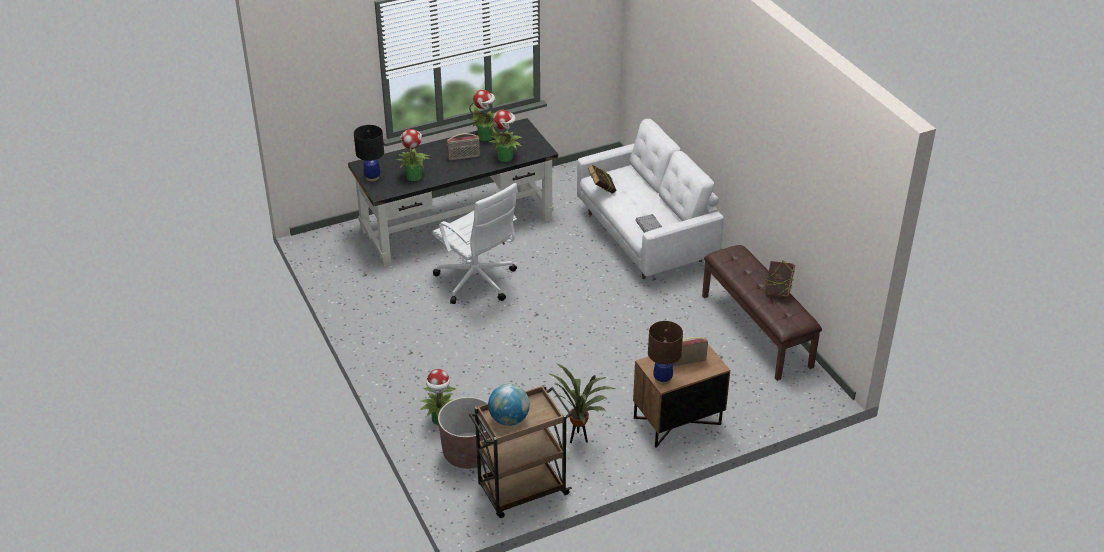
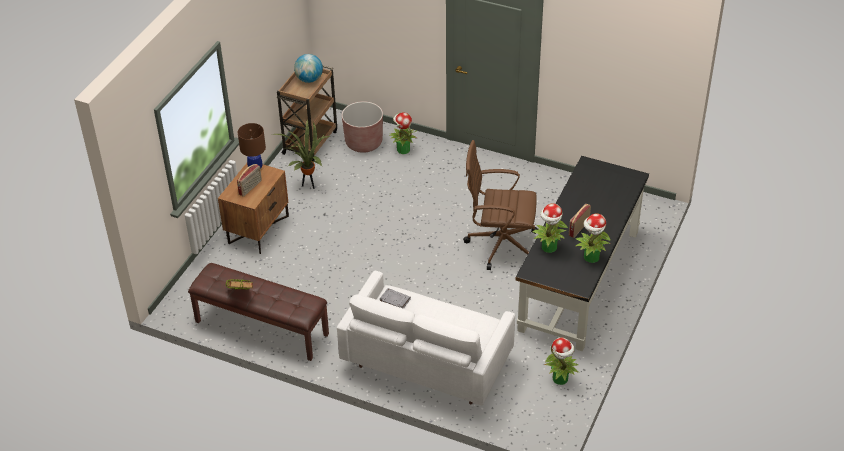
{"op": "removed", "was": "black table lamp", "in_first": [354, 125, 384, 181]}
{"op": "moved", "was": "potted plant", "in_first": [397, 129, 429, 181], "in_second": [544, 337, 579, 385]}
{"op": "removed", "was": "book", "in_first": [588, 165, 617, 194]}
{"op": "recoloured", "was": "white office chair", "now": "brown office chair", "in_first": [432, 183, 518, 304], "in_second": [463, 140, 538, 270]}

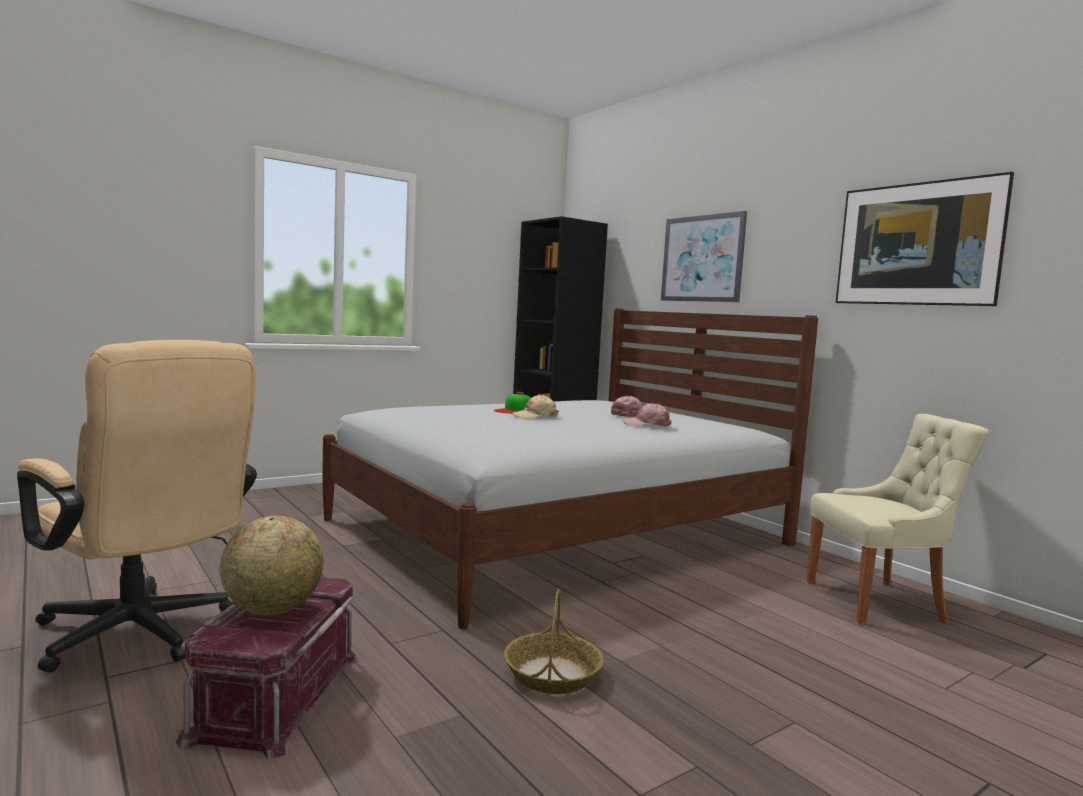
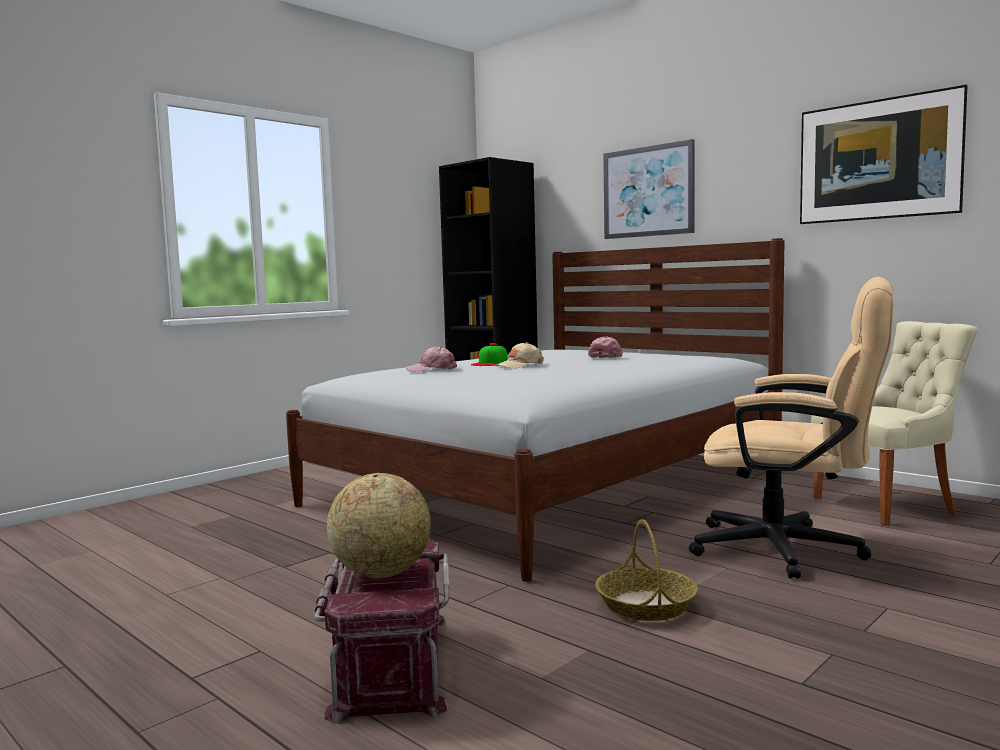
{"op": "moved", "was": "beige office chair", "in_first": [17, 340, 257, 673], "in_second": [689, 277, 894, 579]}
{"op": "moved", "was": "pink cap", "in_first": [623, 403, 671, 427], "in_second": [405, 346, 457, 372]}

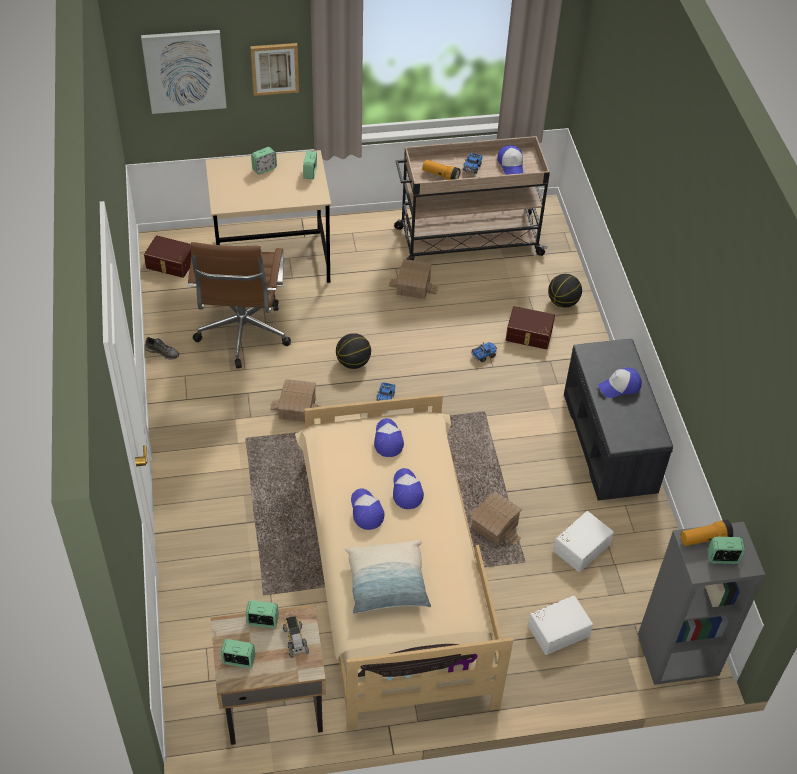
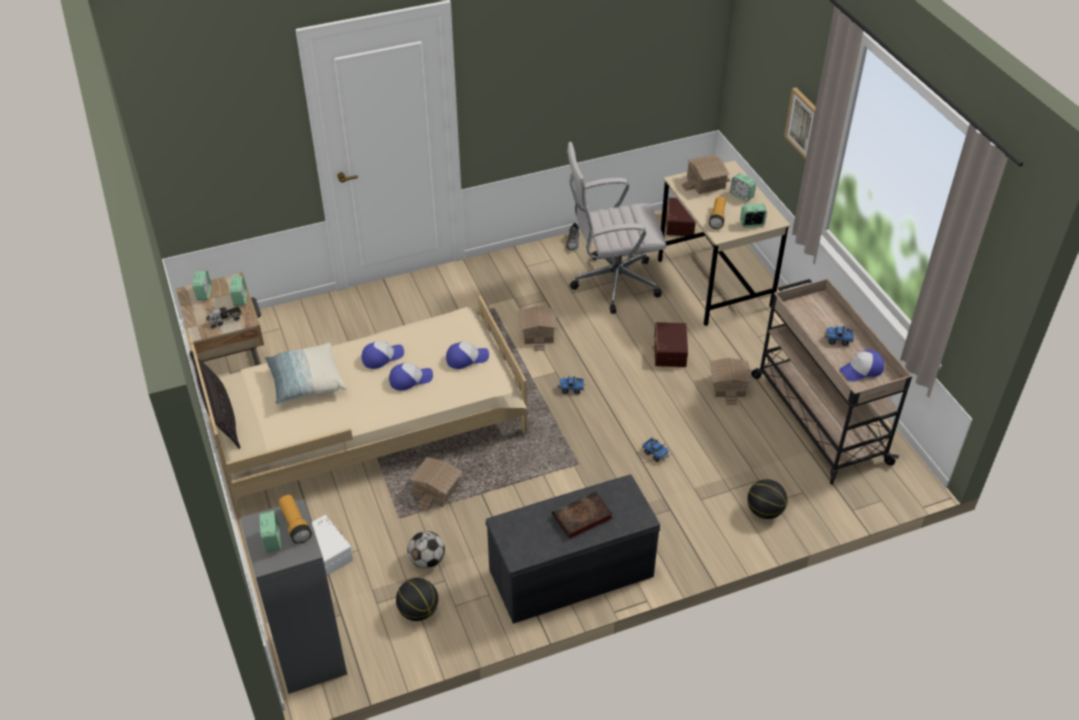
{"op": "removed", "was": "picture", "in_first": [141, 30, 227, 114]}
{"op": "moved", "was": "flashlight", "in_first": [422, 159, 461, 180], "in_second": [709, 197, 726, 229]}
{"op": "recoloured", "was": "brown office chair", "now": "white office chair", "in_first": [188, 242, 291, 369], "in_second": [567, 142, 666, 314]}
{"op": "moved", "was": "brown storage box", "in_first": [506, 306, 555, 349], "in_second": [652, 322, 688, 367]}
{"op": "moved", "was": "basketball", "in_first": [336, 333, 371, 369], "in_second": [396, 578, 438, 621]}
{"op": "replaced", "was": "cap", "now": "book", "in_first": [598, 367, 642, 398], "in_second": [552, 491, 613, 539]}
{"op": "replaced", "was": "white storage box", "now": "football", "in_first": [553, 511, 614, 572], "in_second": [407, 531, 445, 569]}
{"op": "added", "now": "toy house", "in_second": [682, 154, 730, 194]}

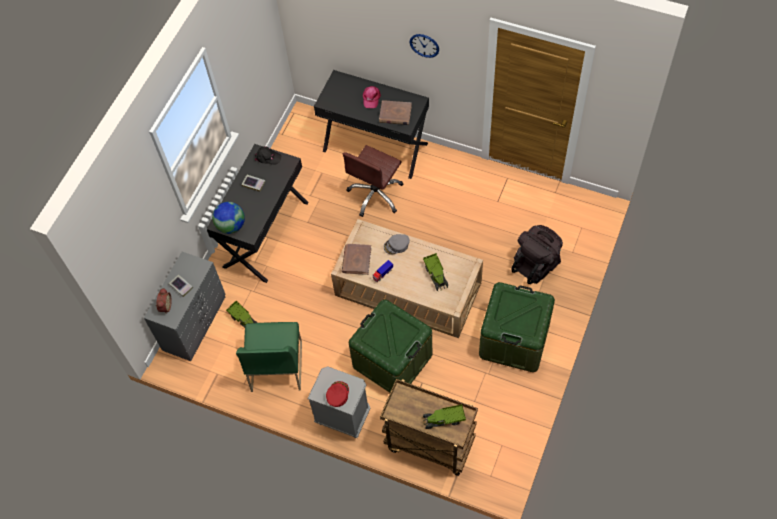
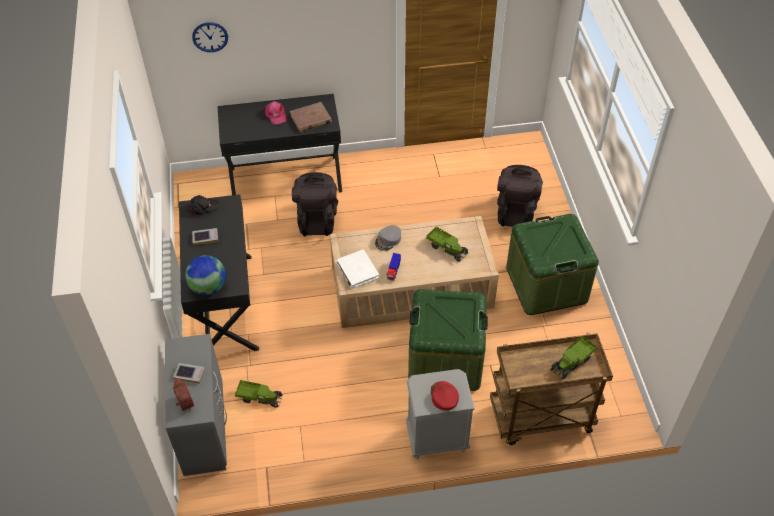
{"op": "moved", "was": "wall clock", "in_first": [409, 34, 439, 58], "in_second": [192, 22, 228, 52]}
{"op": "replaced", "was": "brown office chair", "now": "black backpack", "in_first": [343, 145, 403, 217], "in_second": [292, 172, 338, 236]}
{"op": "recoloured", "was": "brown book", "now": "white book", "in_first": [342, 244, 371, 275], "in_second": [336, 249, 379, 289]}
{"op": "removed", "was": "green chair", "in_first": [236, 322, 302, 392]}

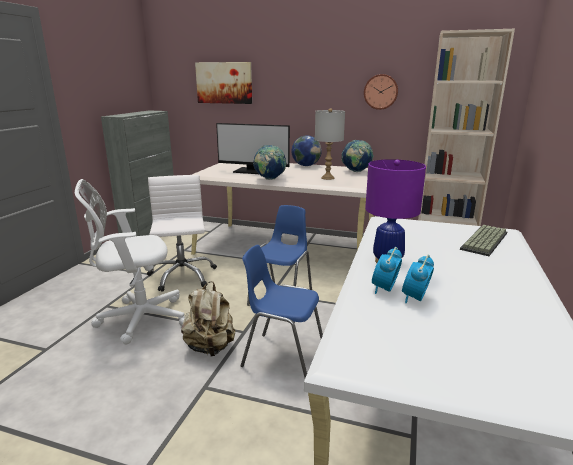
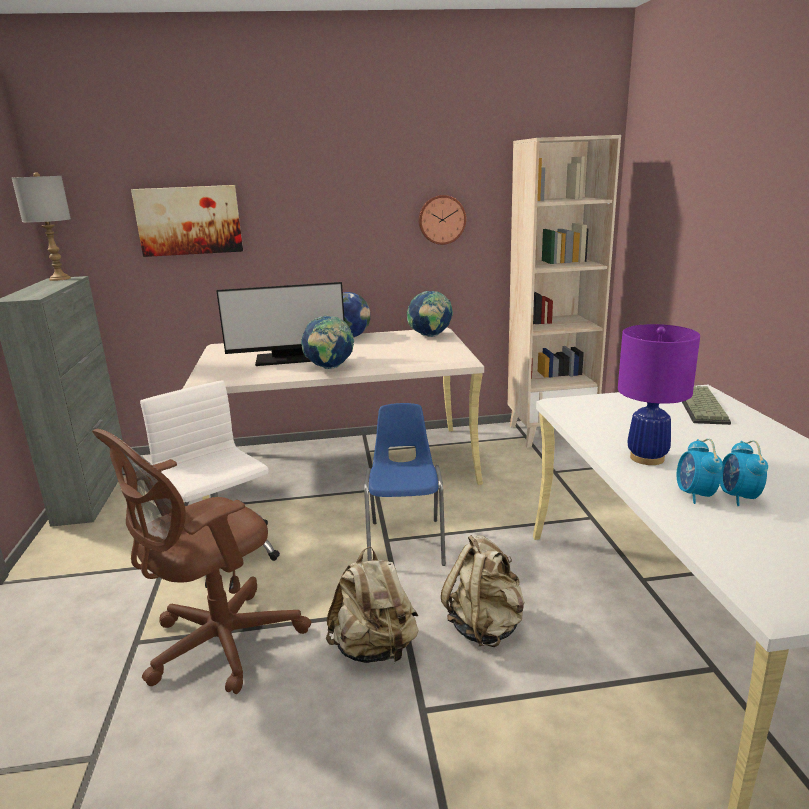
{"op": "moved", "was": "grey table lamp", "in_first": [315, 108, 345, 180], "in_second": [12, 172, 71, 281]}
{"op": "recoloured", "was": "white office chair", "now": "brown office chair", "in_first": [75, 179, 185, 345], "in_second": [92, 429, 311, 694]}
{"op": "replaced", "was": "blue chair", "now": "beige backpack", "in_first": [241, 245, 323, 378], "in_second": [441, 535, 525, 647]}

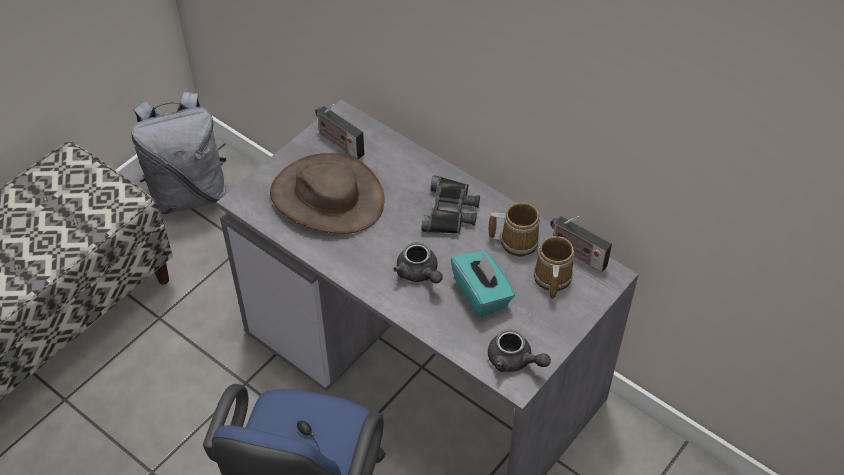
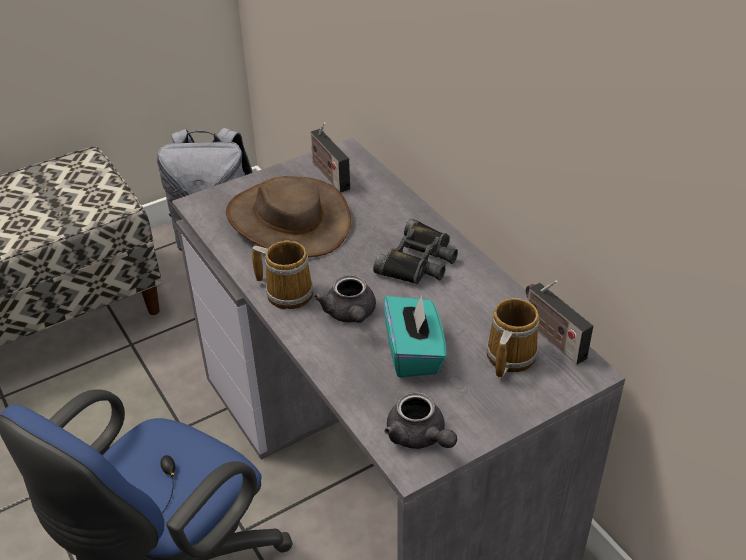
{"op": "moved", "was": "mug", "in_first": [489, 202, 540, 257], "in_second": [252, 240, 313, 309]}

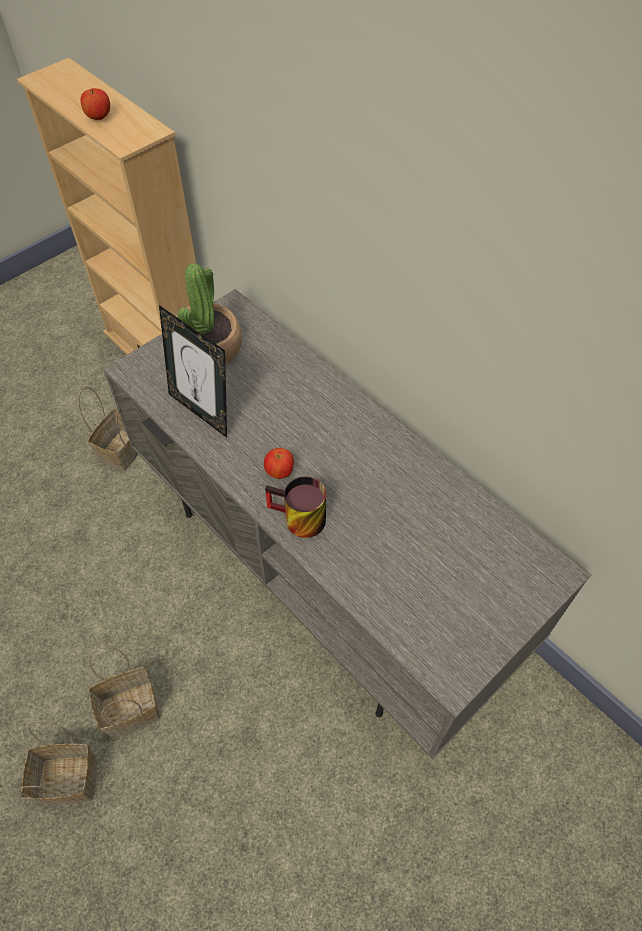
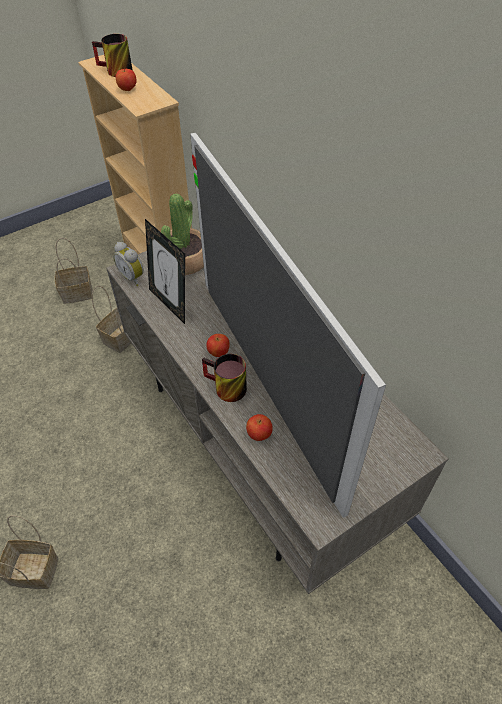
{"op": "moved", "was": "basket", "in_first": [88, 646, 161, 738], "in_second": [55, 238, 93, 304]}
{"op": "added", "now": "mug", "in_second": [92, 34, 133, 77]}
{"op": "added", "now": "television", "in_second": [190, 132, 386, 518]}
{"op": "added", "now": "alarm clock", "in_second": [113, 242, 144, 286]}
{"op": "added", "now": "apple", "in_second": [246, 414, 273, 441]}

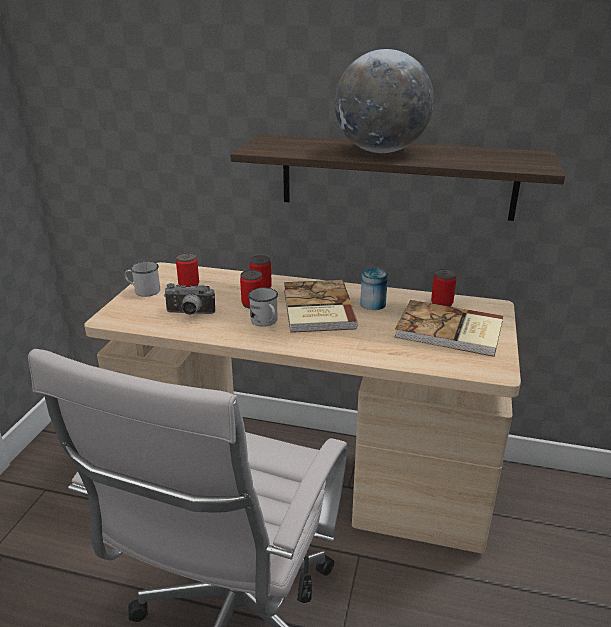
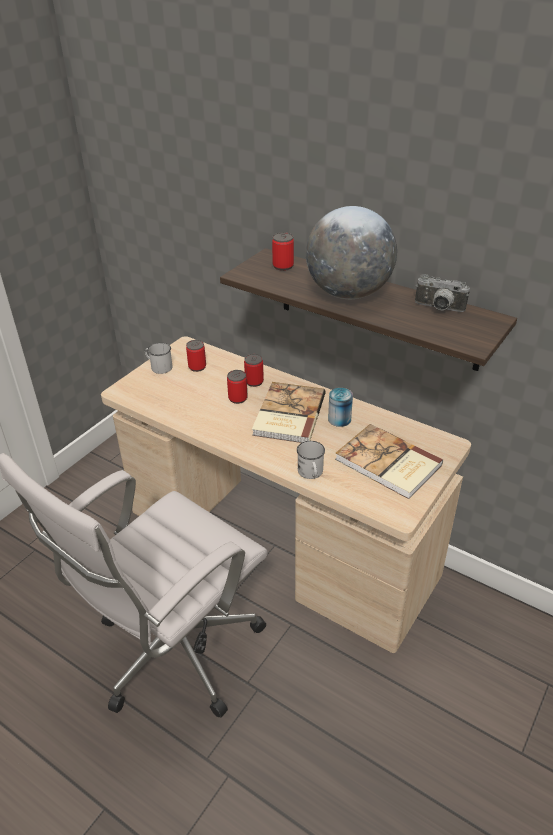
{"op": "moved", "was": "can", "in_first": [431, 269, 457, 306], "in_second": [272, 232, 294, 271]}
{"op": "moved", "was": "photo camera", "in_first": [164, 283, 215, 315], "in_second": [415, 274, 470, 312]}
{"op": "moved", "was": "white mug", "in_first": [248, 288, 278, 327], "in_second": [297, 441, 325, 479]}

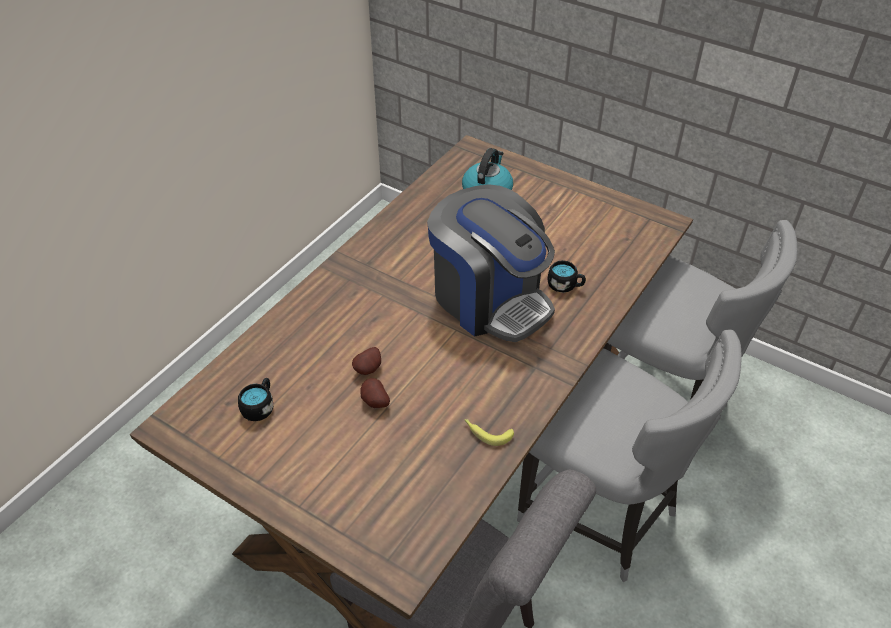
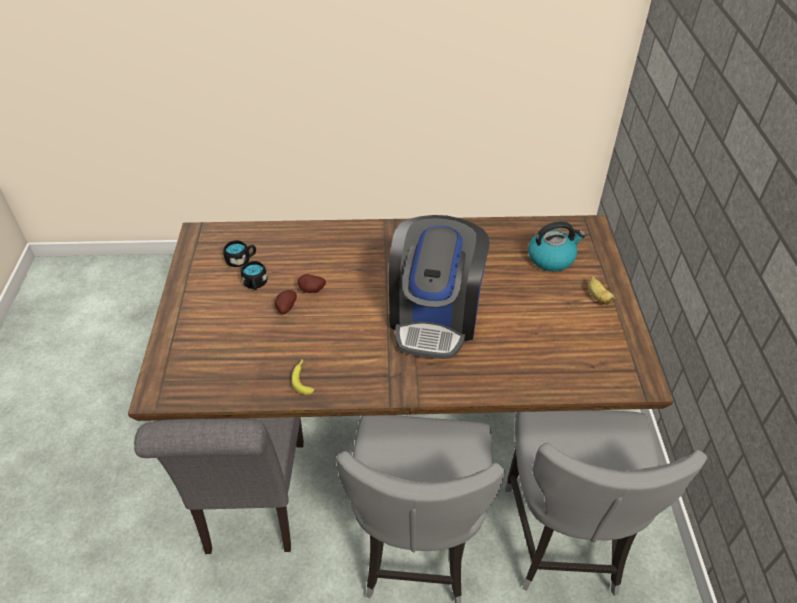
{"op": "moved", "was": "black mug", "in_first": [548, 260, 586, 293], "in_second": [241, 261, 268, 290]}
{"op": "added", "now": "banana", "in_second": [589, 276, 616, 305]}

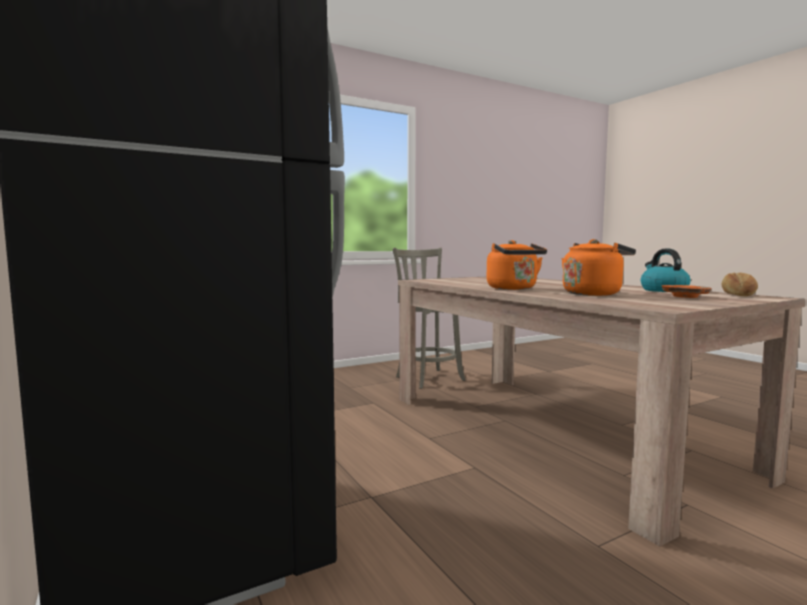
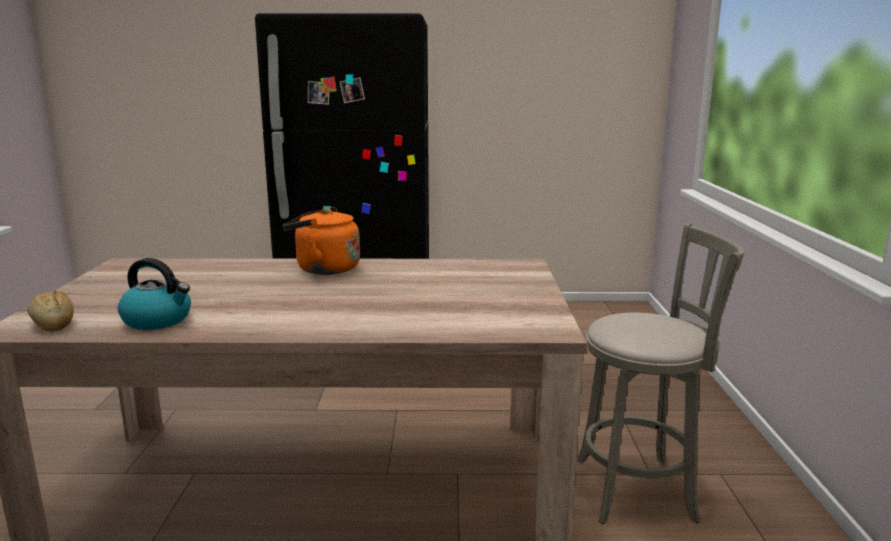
{"op": "removed", "was": "orange kettle", "in_first": [561, 239, 636, 296]}
{"op": "removed", "was": "orange plate", "in_first": [662, 285, 712, 298]}

